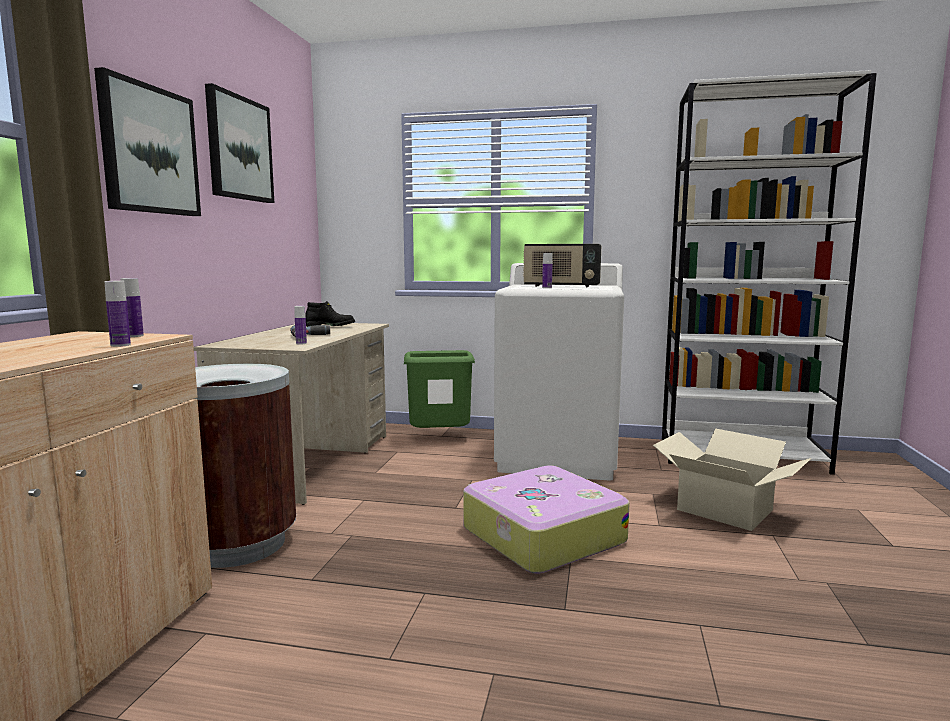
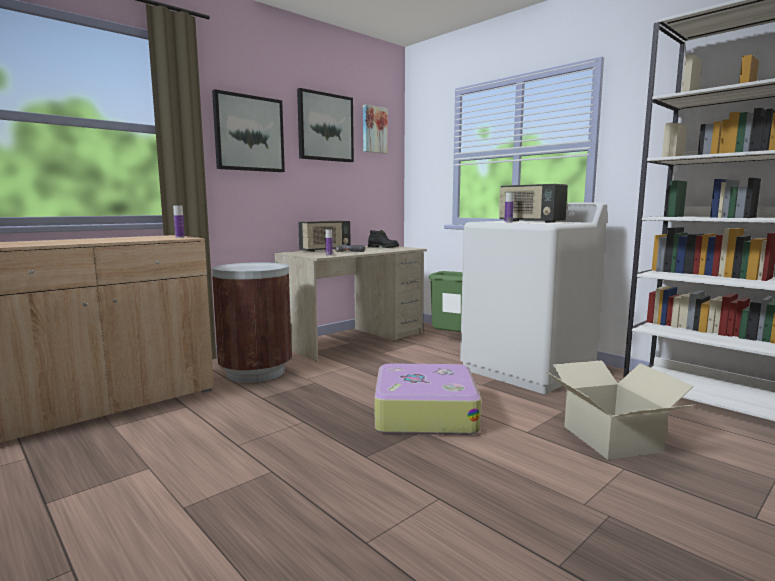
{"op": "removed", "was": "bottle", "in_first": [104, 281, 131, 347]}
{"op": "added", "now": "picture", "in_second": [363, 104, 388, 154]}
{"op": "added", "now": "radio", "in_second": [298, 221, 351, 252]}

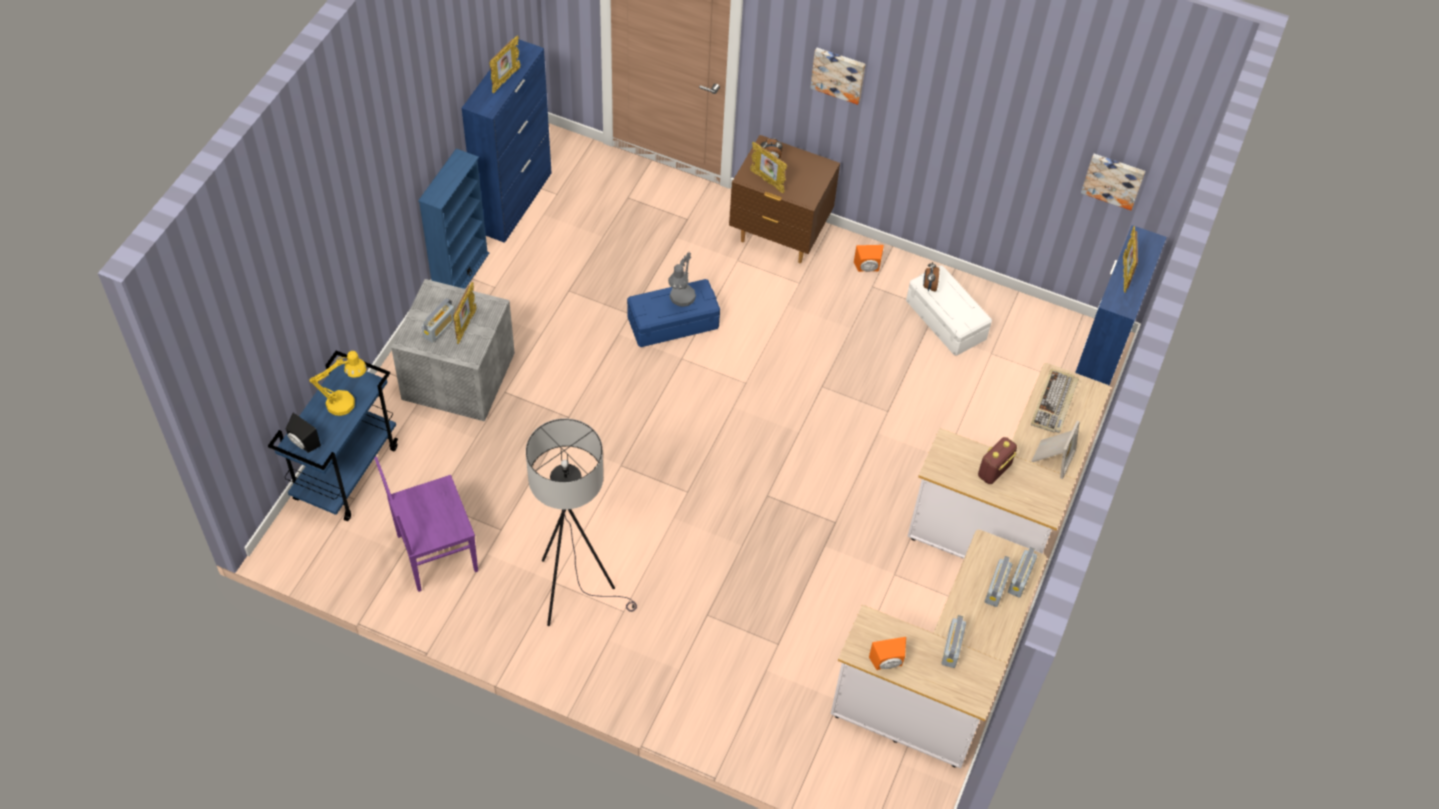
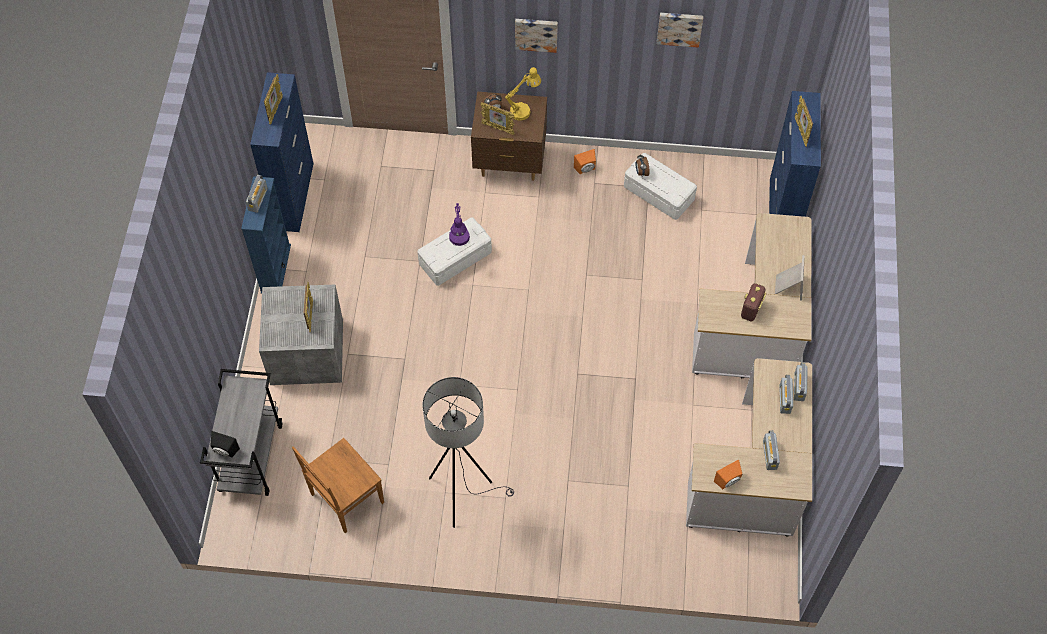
{"op": "moved", "was": "picture", "in_first": [1081, 154, 1145, 210], "in_second": [657, 13, 703, 48]}
{"op": "recoloured", "was": "grey table lamp", "now": "purple table lamp", "in_first": [668, 252, 696, 307], "in_second": [449, 203, 470, 246]}
{"op": "recoloured", "was": "blue storage box", "now": "white storage box", "in_first": [627, 279, 720, 347], "in_second": [417, 217, 492, 286]}
{"op": "moved", "was": "radio", "in_first": [422, 298, 455, 343], "in_second": [246, 175, 267, 213]}
{"op": "recoloured", "was": "blue cart", "now": "grey cart", "in_first": [268, 350, 398, 521], "in_second": [200, 369, 282, 496]}
{"op": "moved", "was": "yellow table lamp", "in_first": [309, 351, 367, 416], "in_second": [505, 67, 541, 121]}
{"op": "removed", "was": "keyboard", "in_first": [1031, 368, 1079, 433]}
{"op": "recoloured", "was": "purple chair", "now": "brown chair", "in_first": [374, 457, 478, 592], "in_second": [292, 438, 384, 533]}

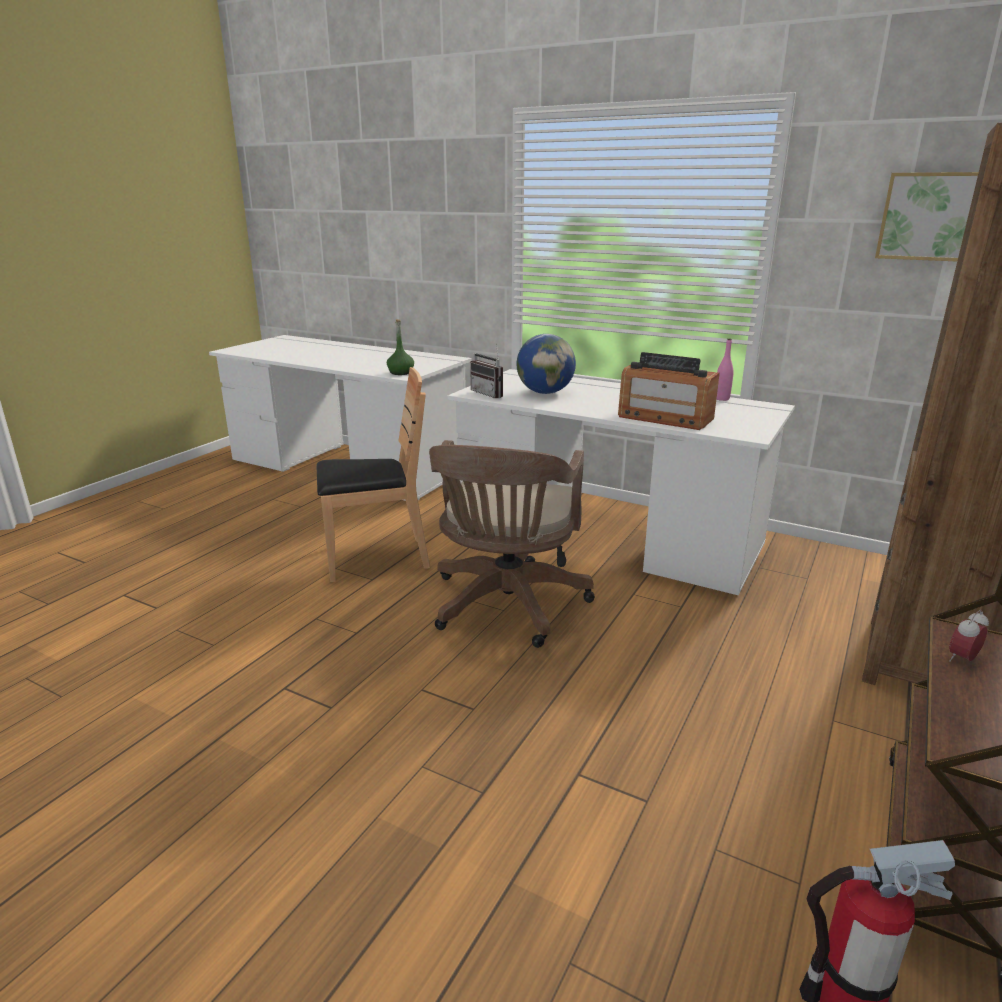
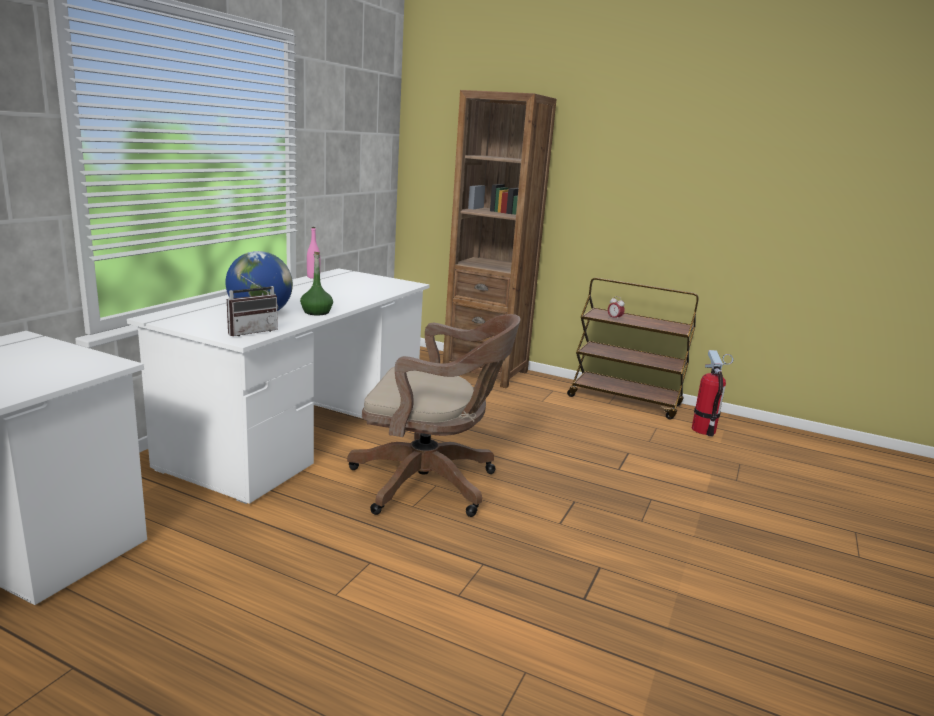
{"op": "removed", "was": "picture", "in_first": [875, 172, 979, 261]}
{"op": "moved", "was": "green bottle", "in_first": [387, 319, 414, 375], "in_second": [300, 252, 333, 315]}
{"op": "removed", "was": "radio", "in_first": [618, 352, 720, 430]}
{"op": "removed", "was": "brown chair", "in_first": [317, 367, 430, 582]}

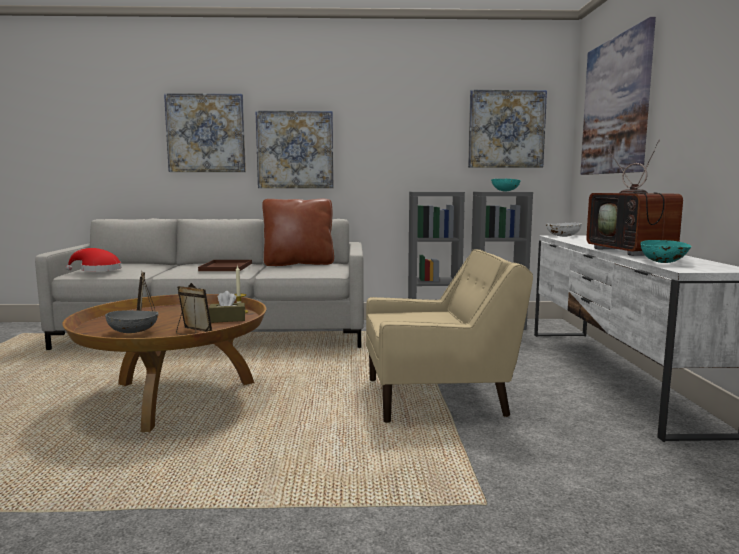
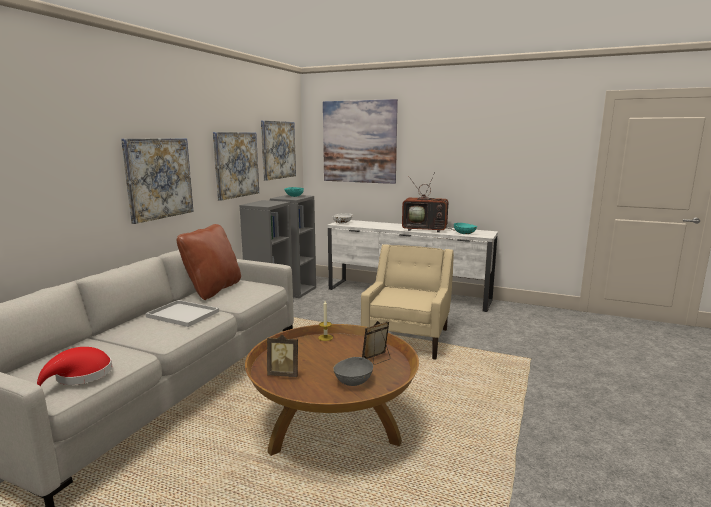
{"op": "moved", "was": "picture", "in_first": [164, 93, 246, 172], "in_second": [213, 132, 259, 201]}
{"op": "recoloured", "was": "brown tray", "now": "white tray", "in_first": [198, 260, 252, 271], "in_second": [145, 300, 219, 327]}
{"op": "removed", "was": "brown tissue box", "in_first": [209, 291, 245, 323]}

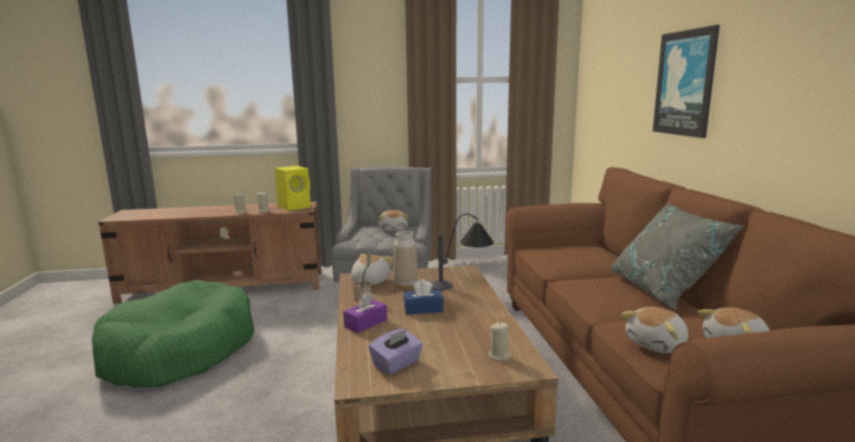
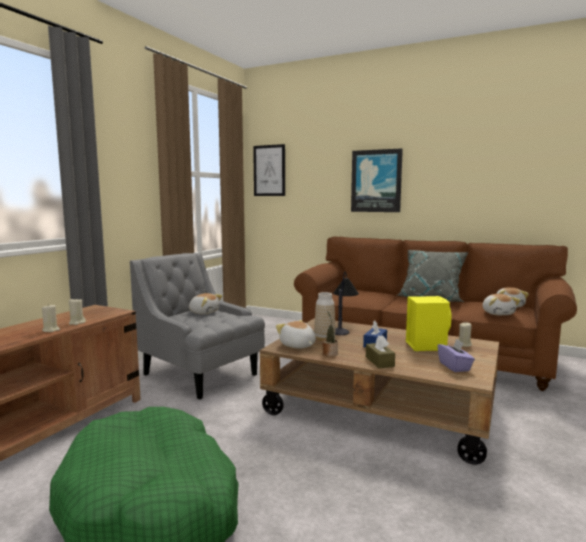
{"op": "moved", "was": "yellow speaker", "in_first": [274, 166, 311, 211], "in_second": [406, 296, 452, 351]}
{"op": "recoloured", "was": "purple tissue box", "now": "brown tissue box", "in_first": [343, 292, 387, 333], "in_second": [366, 335, 395, 368]}
{"op": "added", "now": "picture", "in_second": [253, 144, 285, 196]}

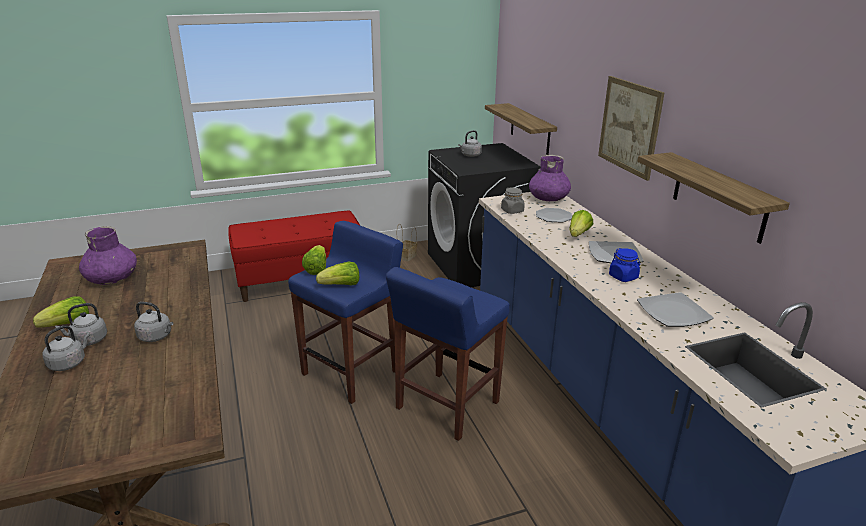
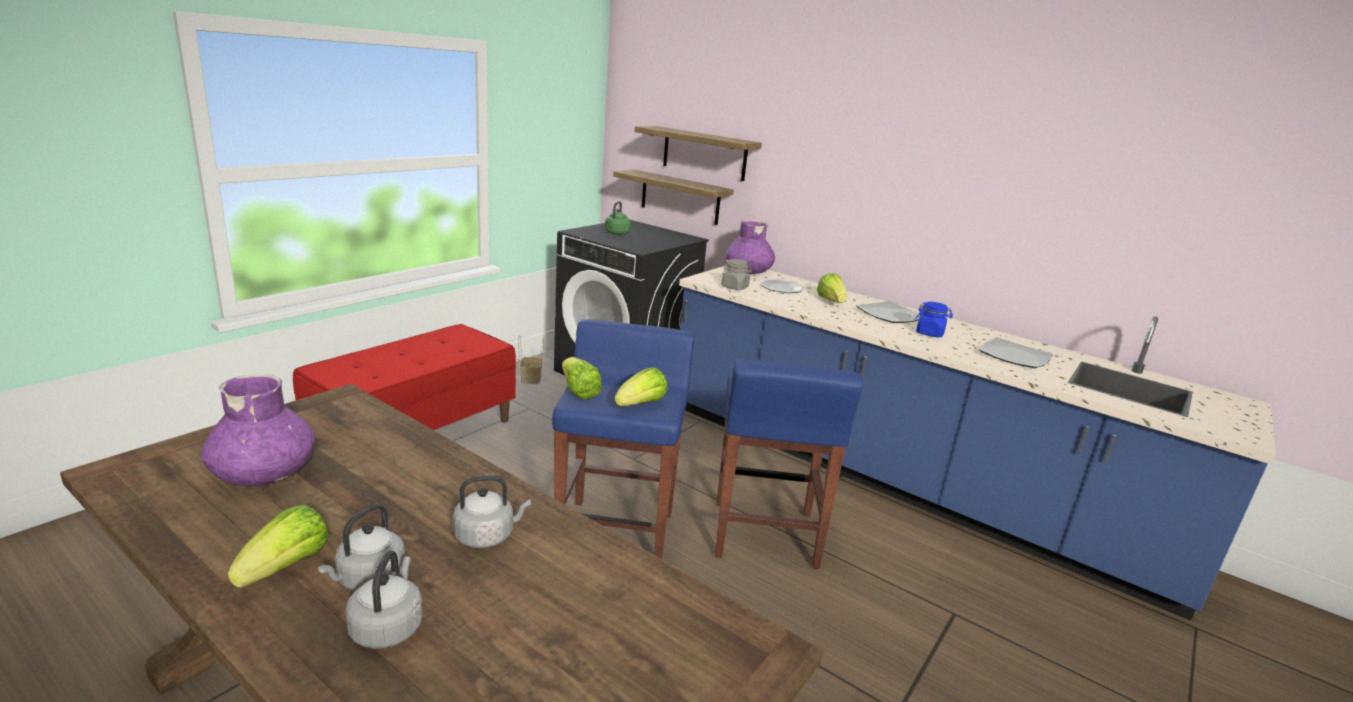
{"op": "removed", "was": "picture", "in_first": [598, 76, 665, 181]}
{"op": "recoloured", "was": "grey kettle", "now": "green kettle", "in_first": [458, 130, 482, 157], "in_second": [605, 201, 631, 235]}
{"op": "moved", "was": "shelf", "in_first": [638, 152, 790, 244], "in_second": [634, 126, 762, 181]}

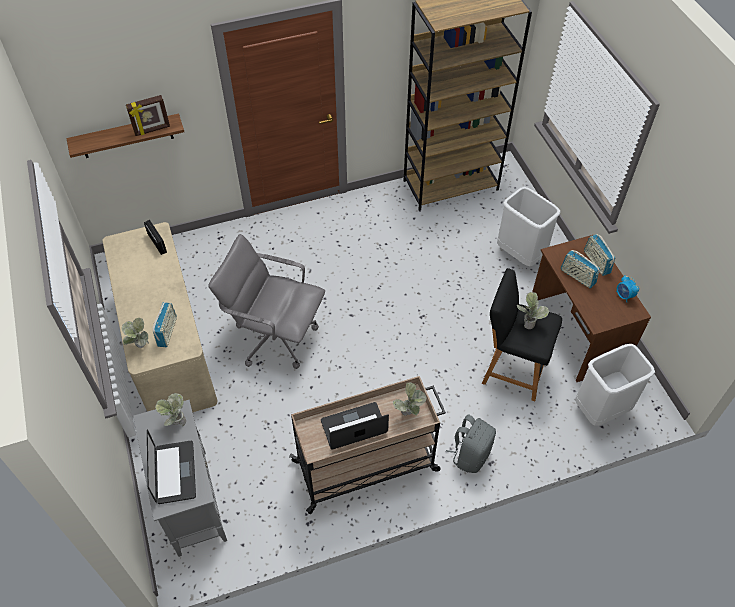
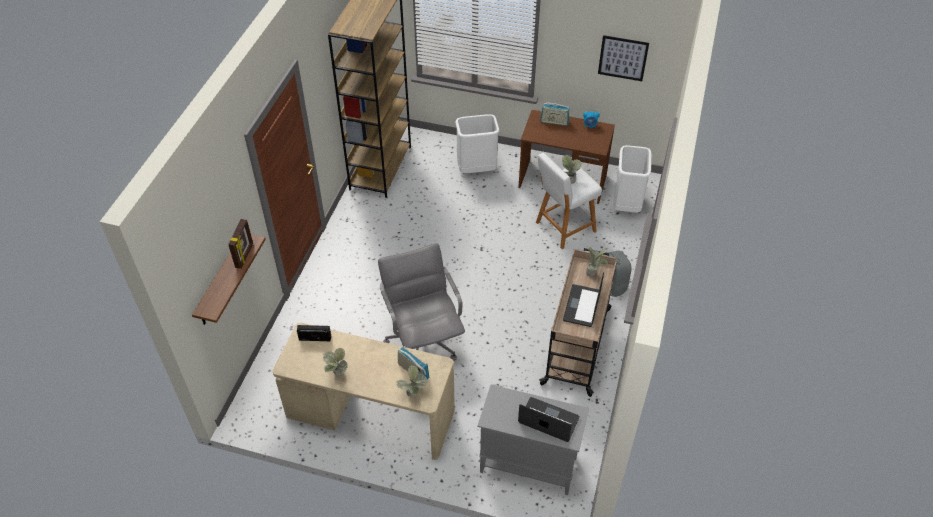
{"op": "turned", "was": "grey office chair", "in_first": [208, 234, 325, 369], "in_second": [378, 243, 465, 361], "clockwise": 105}
{"op": "removed", "was": "radio", "in_first": [561, 250, 600, 288]}
{"op": "recoloured", "was": "black stool", "now": "white stool", "in_first": [482, 268, 562, 401], "in_second": [536, 153, 602, 249]}
{"op": "moved", "was": "potted plant", "in_first": [155, 393, 186, 426], "in_second": [323, 348, 348, 376]}
{"op": "added", "now": "picture", "in_second": [598, 35, 649, 81]}

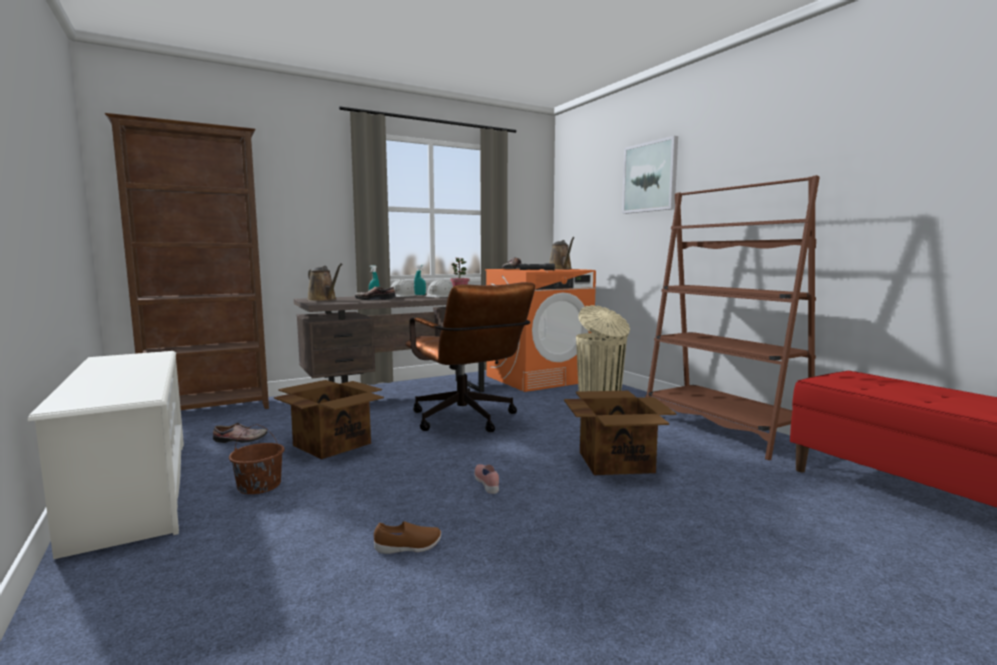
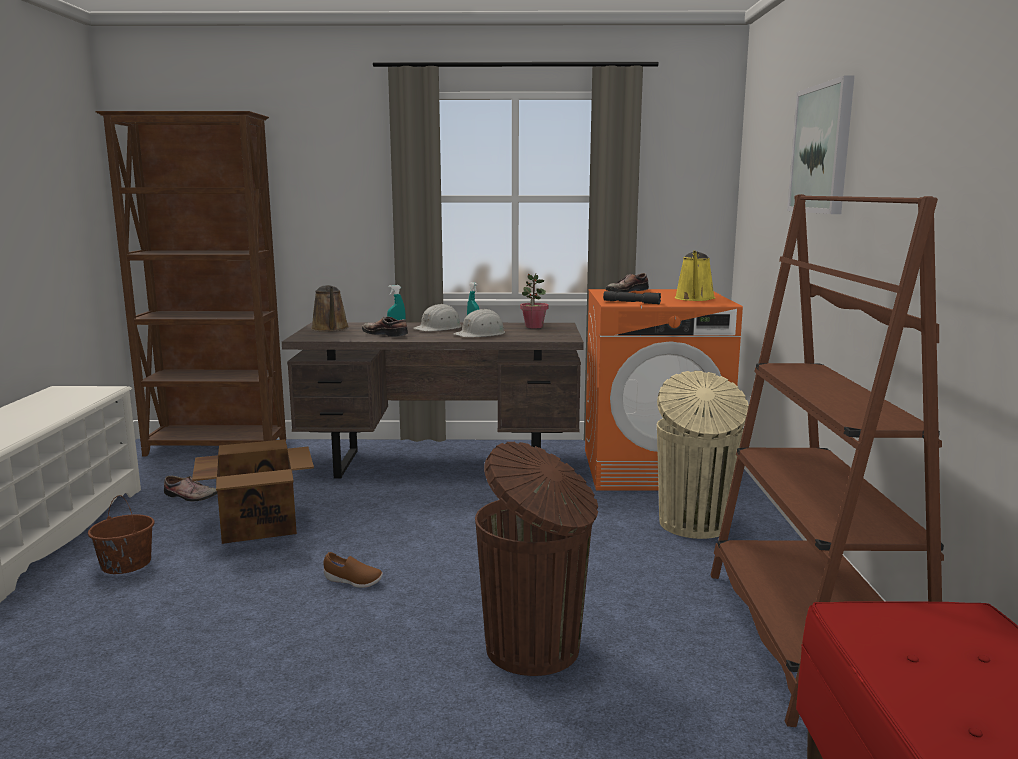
{"op": "recoloured", "was": "brown watering can", "now": "yellow watering can", "in_first": [550, 237, 575, 270], "in_second": [675, 251, 715, 301]}
{"op": "removed", "was": "brown office chair", "in_first": [405, 282, 535, 432]}
{"op": "replaced", "was": "cardboard box", "now": "brown trash can", "in_first": [564, 391, 677, 475], "in_second": [475, 442, 598, 676]}
{"op": "removed", "was": "pink shoe", "in_first": [474, 464, 499, 494]}
{"op": "moved", "was": "brown shoe", "in_first": [374, 521, 441, 554], "in_second": [323, 552, 383, 588]}

